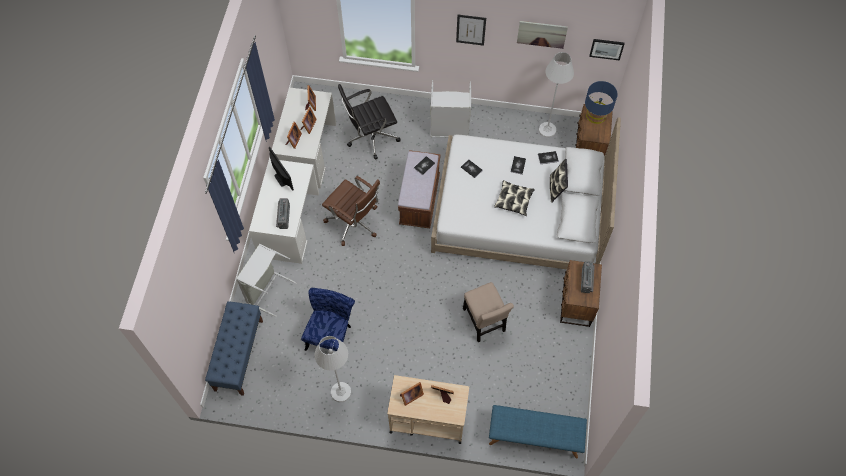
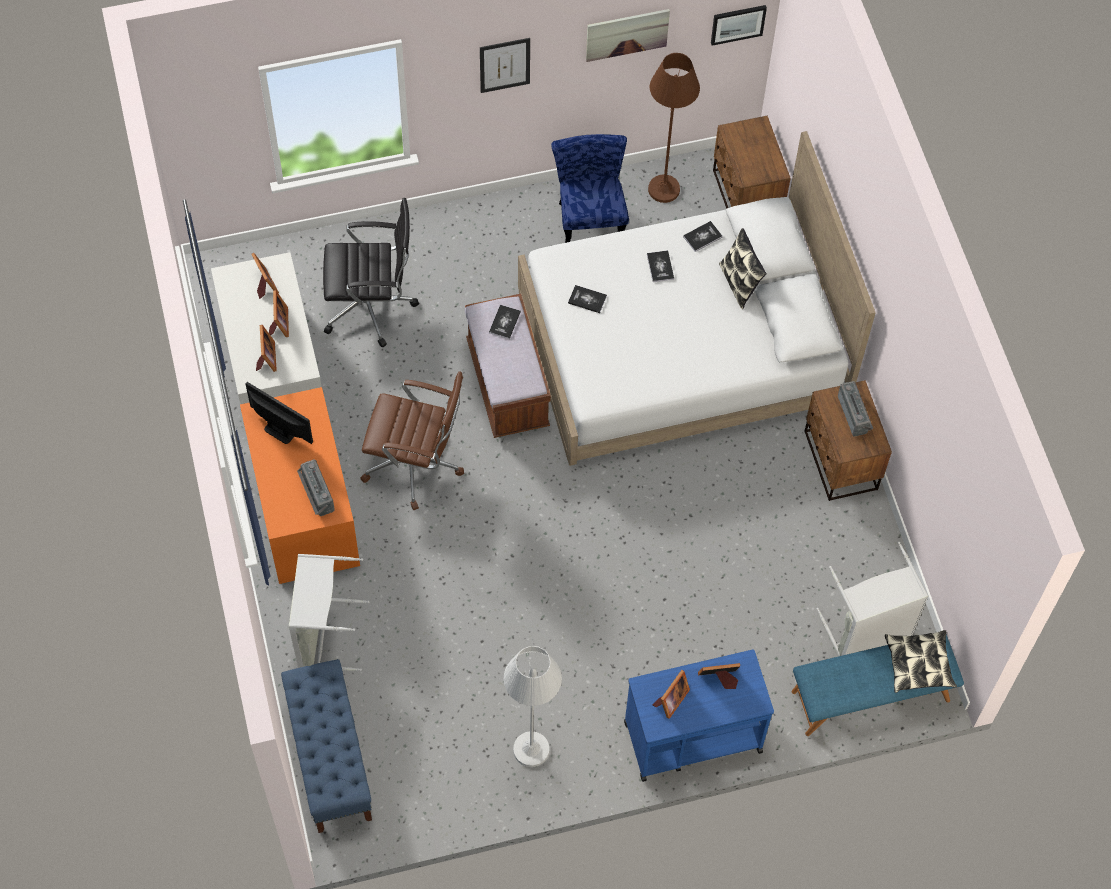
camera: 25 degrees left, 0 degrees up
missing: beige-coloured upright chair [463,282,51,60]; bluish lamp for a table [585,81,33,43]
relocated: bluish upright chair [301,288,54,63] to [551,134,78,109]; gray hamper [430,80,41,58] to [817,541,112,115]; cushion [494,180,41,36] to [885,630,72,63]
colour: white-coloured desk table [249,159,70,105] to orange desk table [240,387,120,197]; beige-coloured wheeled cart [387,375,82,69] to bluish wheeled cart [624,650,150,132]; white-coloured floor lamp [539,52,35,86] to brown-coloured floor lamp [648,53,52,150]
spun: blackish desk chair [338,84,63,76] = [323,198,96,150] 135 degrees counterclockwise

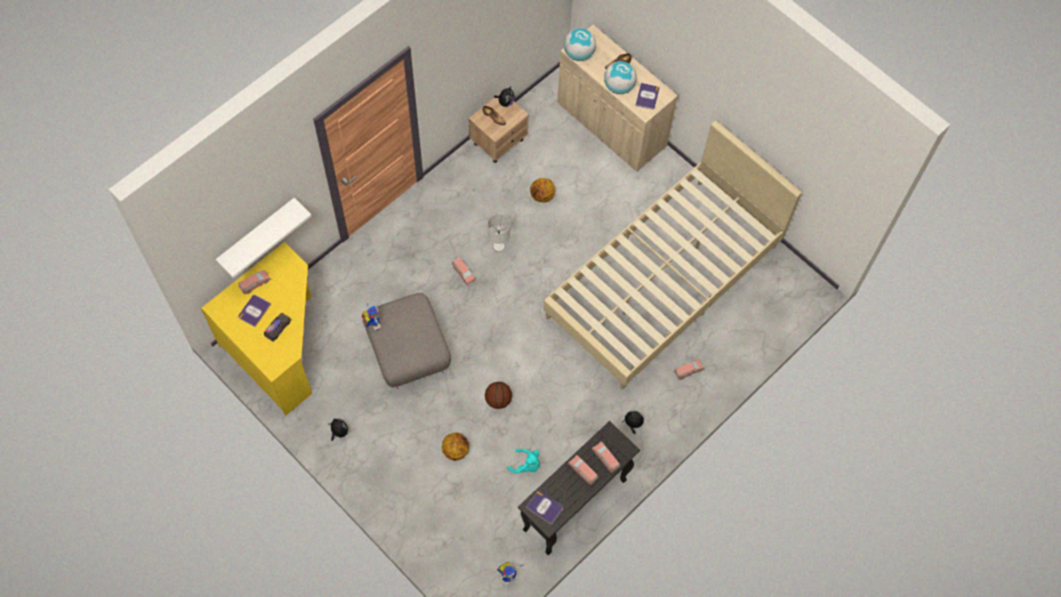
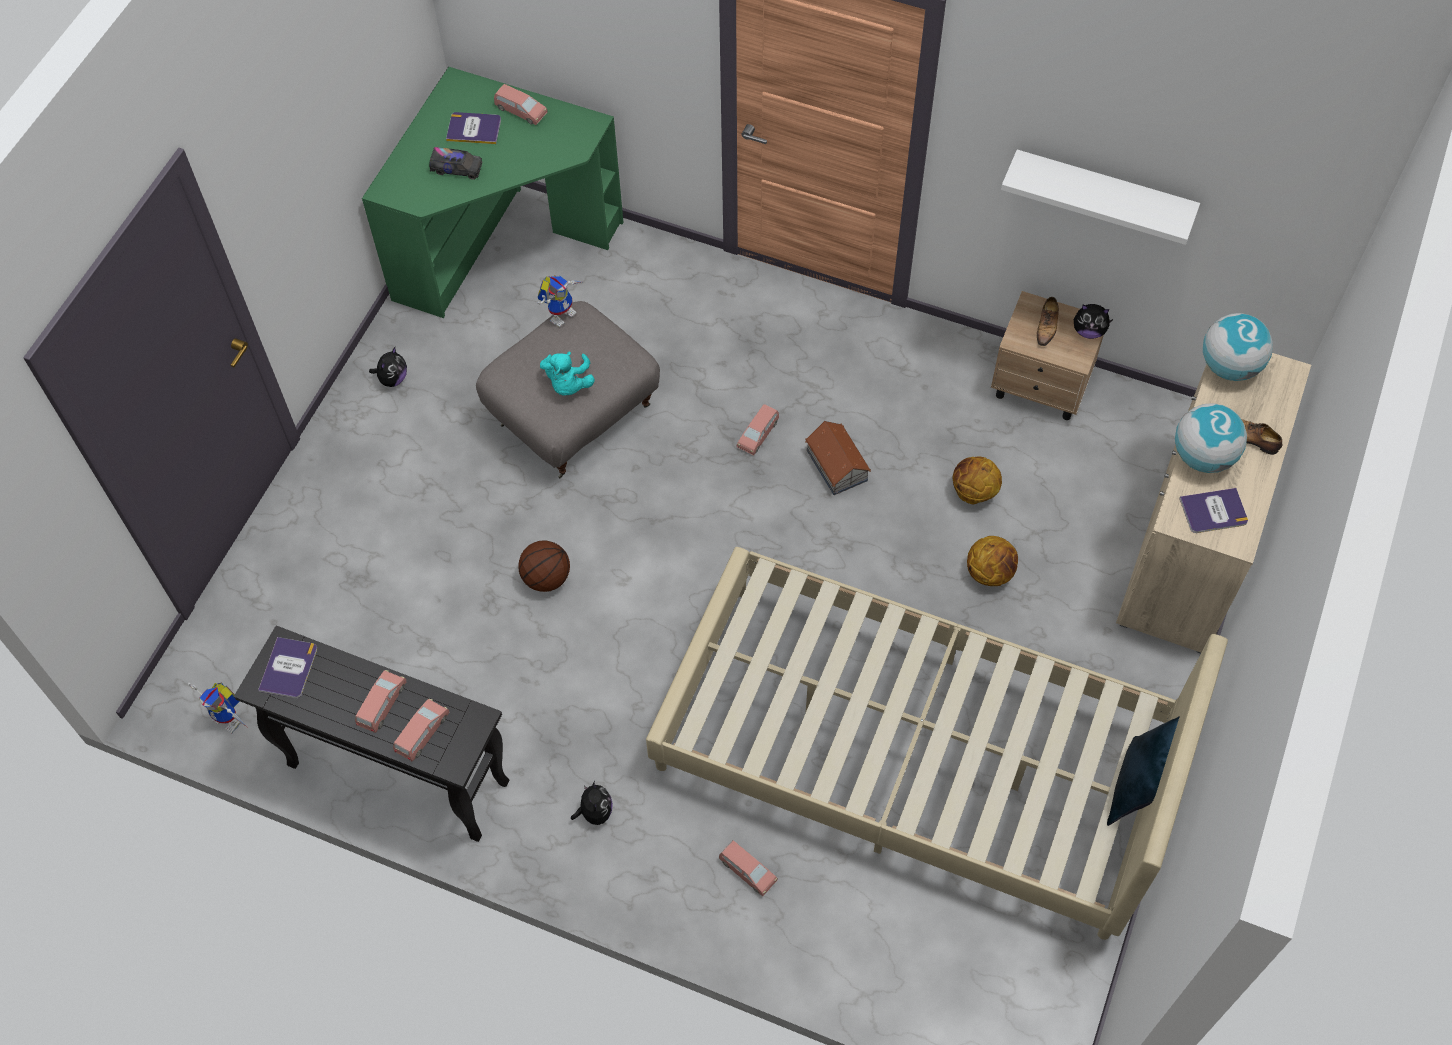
camera: 70 degrees right, 5 degrees down
appeared: bluish cushion [1107,716,73,110]
relocated: turquoise cuddly toy [508,449,32,24] to [540,352,55,44]; basketball [442,433,27,28] to [967,536,51,50]; white-coloured wall shelf [216,198,96,80] to [1001,150,199,95]
exchanged: white-coloured lamp for a table [488,214,22,37] to miniature house [805,421,66,74]
colour: yellowish desk table [201,242,111,174] to greenish desk table [362,67,261,251]

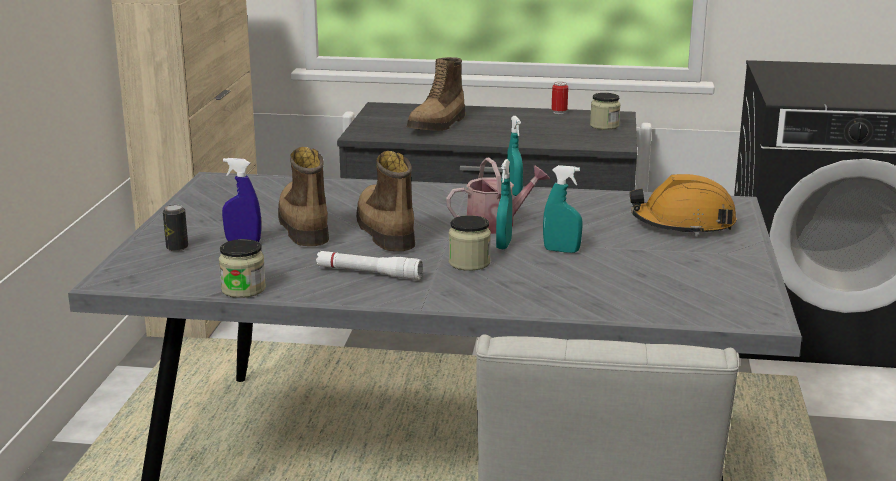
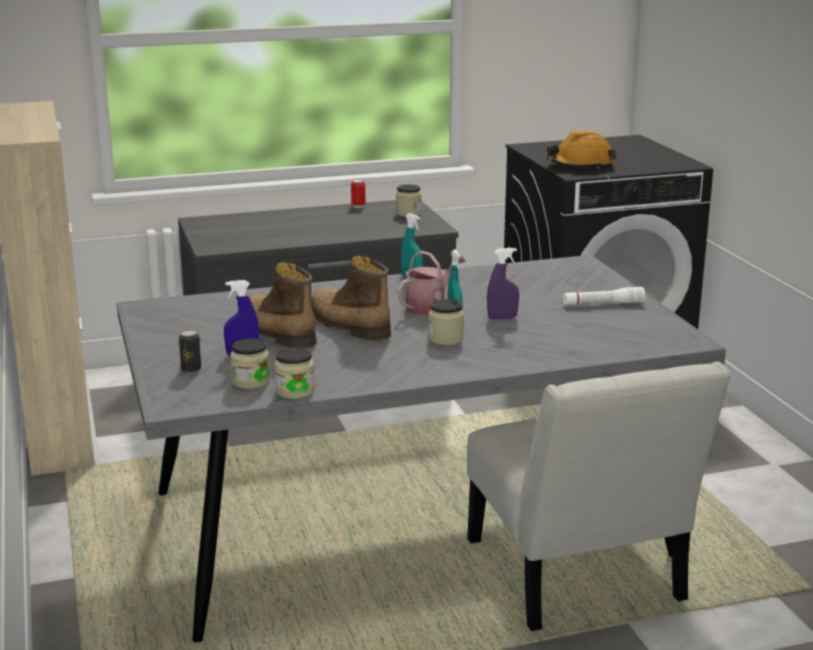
camera: 25 degrees left, 0 degrees up
missing: tall boot [407,57,58,74]
appeared: storage jar [230,338,40,51]
relocated: orange hard hat [630,174,106,62] to [547,130,69,39]; white-coloured torch [316,251,107,29] to [563,287,82,18]
colour: turquoise spray bottle [543,165,40,88] to purple-coloured spray bottle [487,248,32,71]

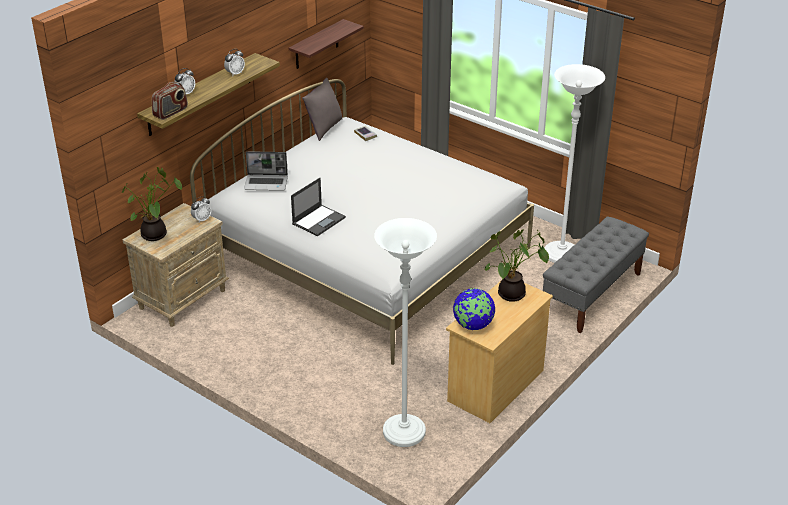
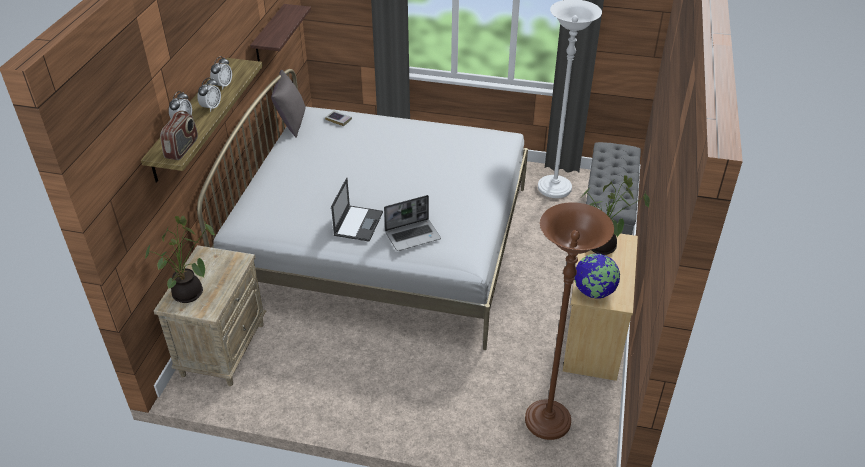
camera: 25 degrees left, 5 degrees up
relocated: bedside clock [191,196,20,27] to [197,78,24,34]; laptop [244,151,44,40] to [384,195,57,56]
colour: white-coloured floor lamp [374,218,63,229] to brown-coloured floor lamp [525,202,89,238]

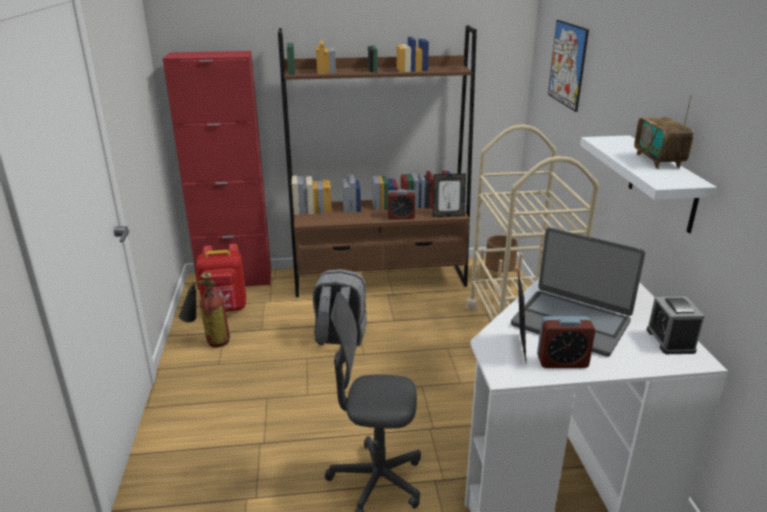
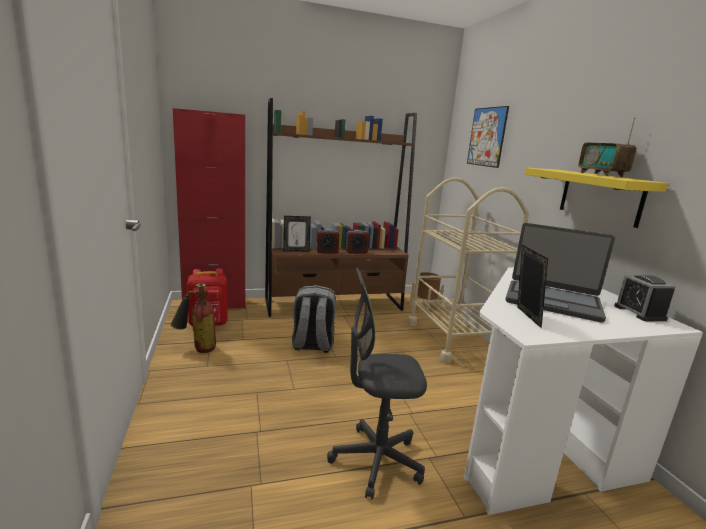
camera: 10 degrees left, 10 degrees down
relocated: photo frame [433,173,33,44] to [283,216,28,36]; bedside clock [537,316,59,52] to [317,229,23,25]
colour: white-coloured wall shelf [580,135,137,98] to yellowish wall shelf [525,168,143,60]

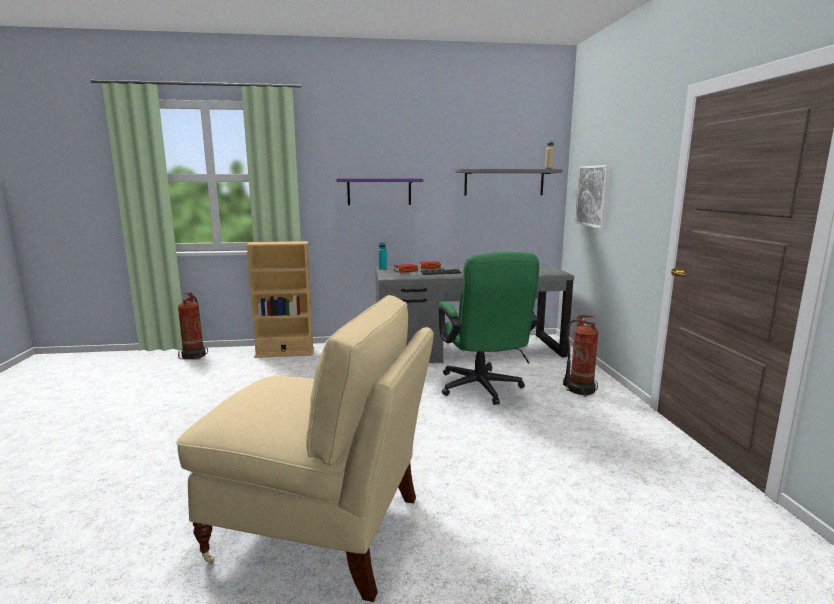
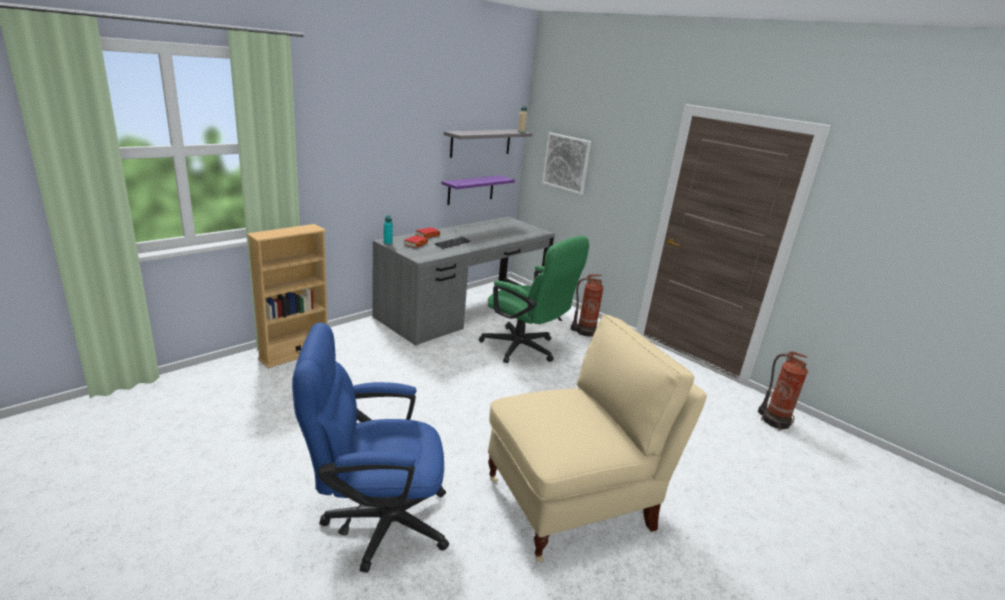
camera: 40 degrees left, 10 degrees up
appeared: bluish desk chair [292,323,157,250]
relocated: purple-coloured wall shelf [336,179,88,26] to [441,175,74,30]; extinguisher [178,292,30,68] to [758,351,50,80]

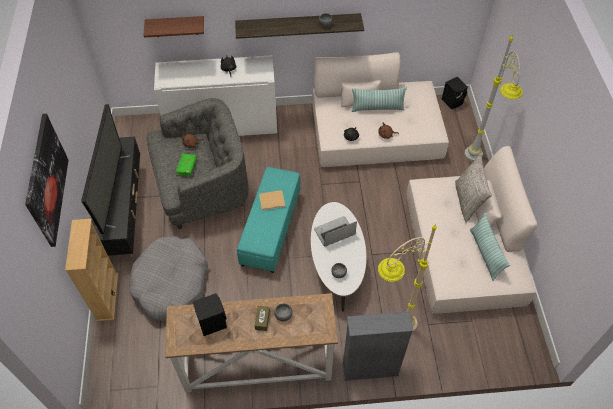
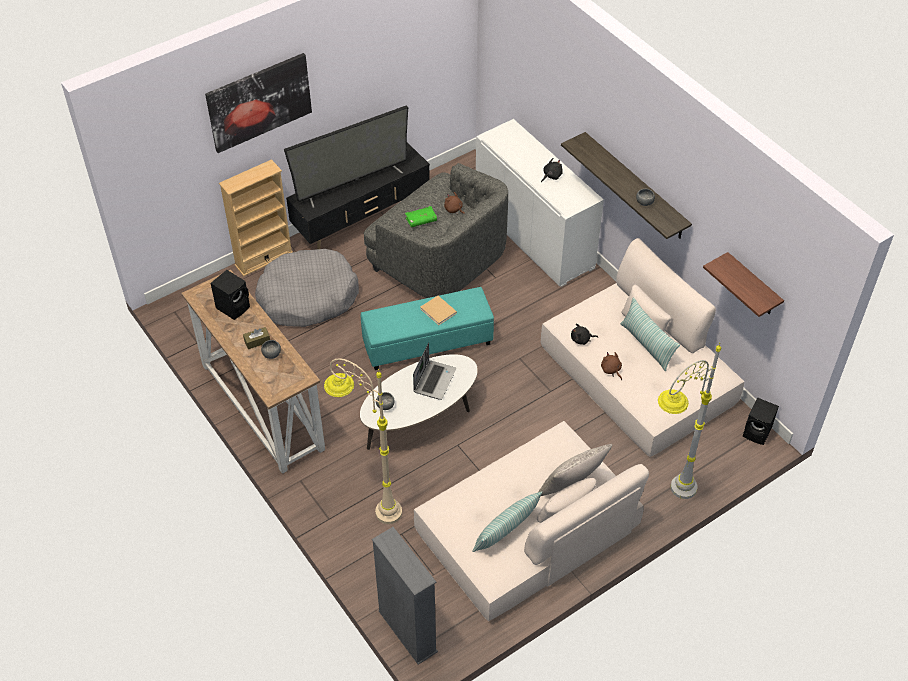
camera: 60 degrees right, 5 degrees down
relocated: gray shelving unit [342,311,72,70] to [372,527,66,138]; wall shelf [143,16,61,22] to [703,252,81,65]
spun: laptop [314,216,43,31] = [413,343,43,57] 75 degrees clockwise

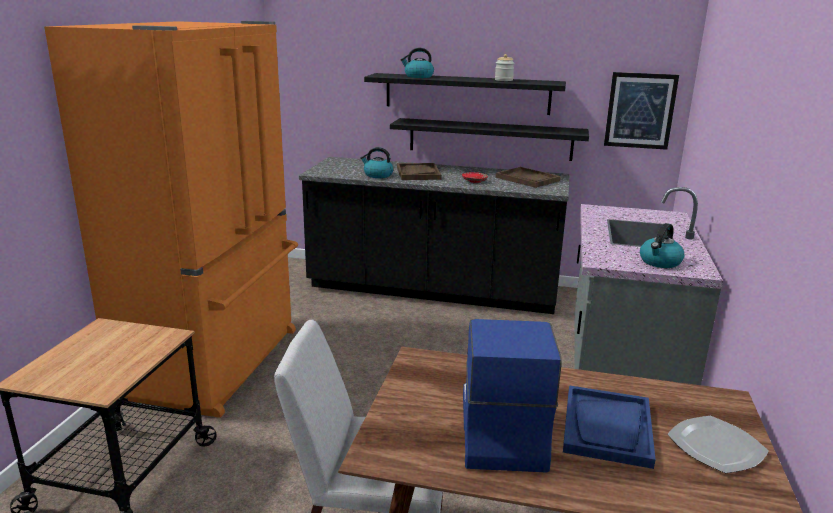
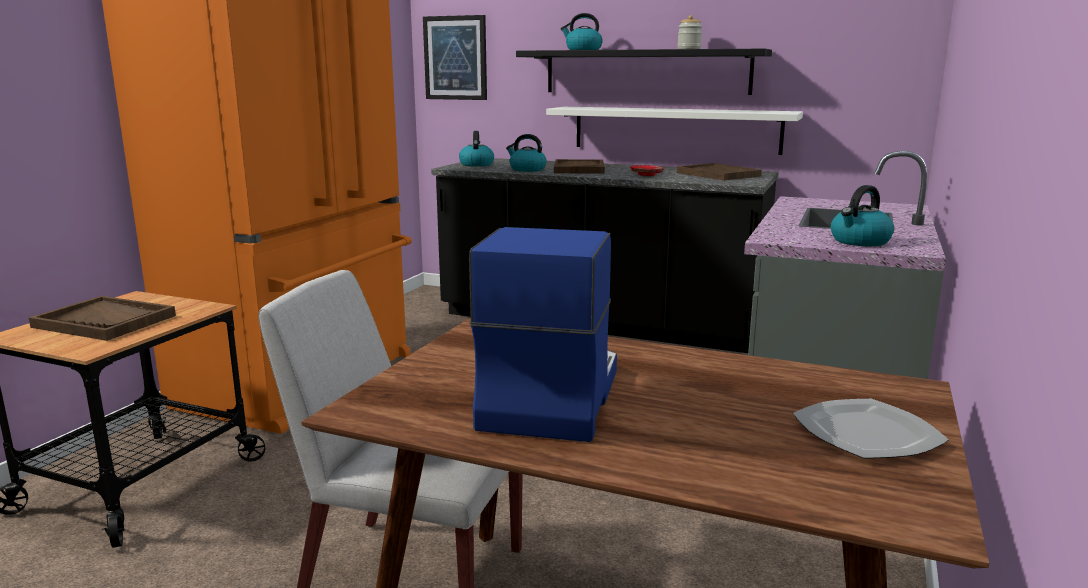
camera: 10 degrees right, 5 degrees down
missing: bluish carrying tray [563,385,93,84]
appeared: brown-coloured carrying tray [29,296,147,45]; water kettle [459,131,35,36]
relocated: wall picture [604,72,75,78] to [423,15,64,85]
colour: blackish wall shelf [390,118,199,43] to white-coloured wall shelf [546,107,257,48]

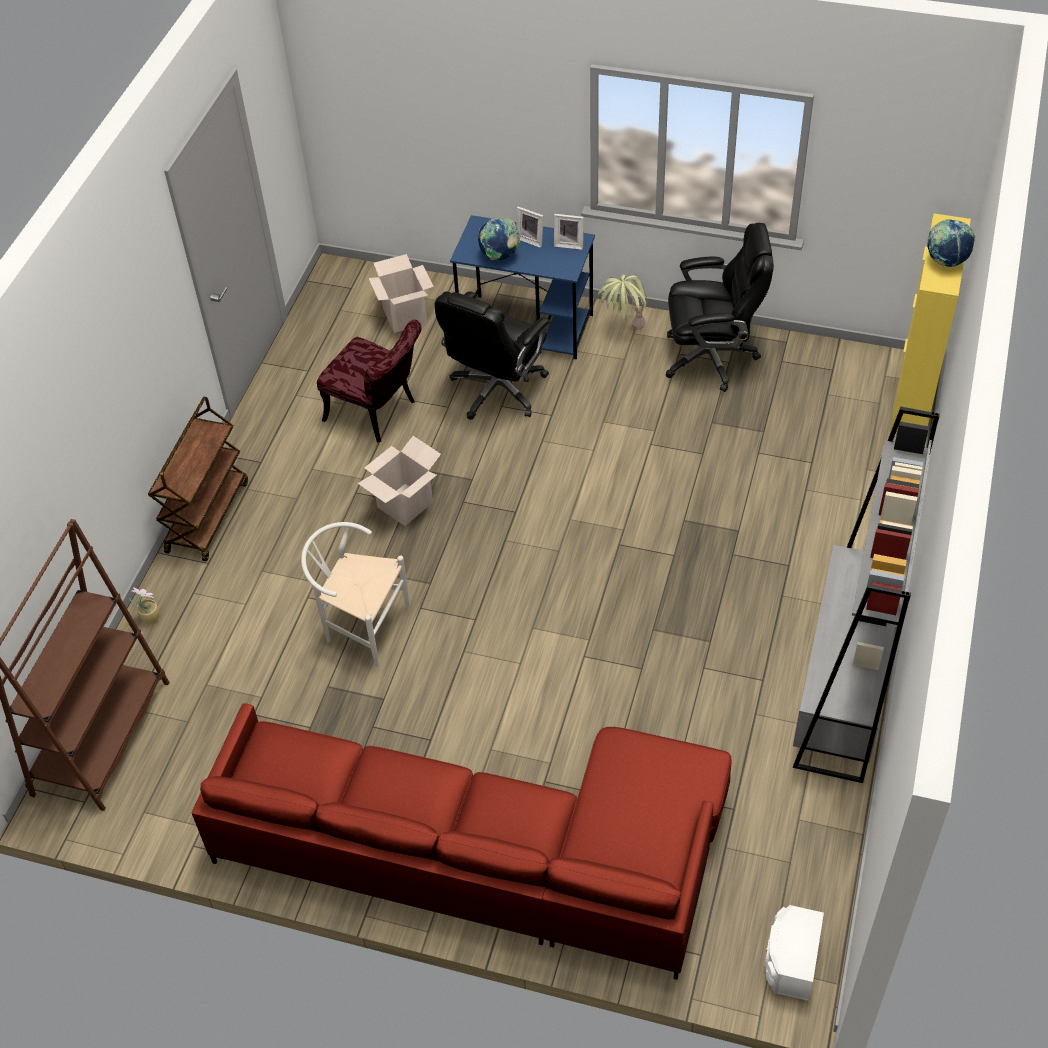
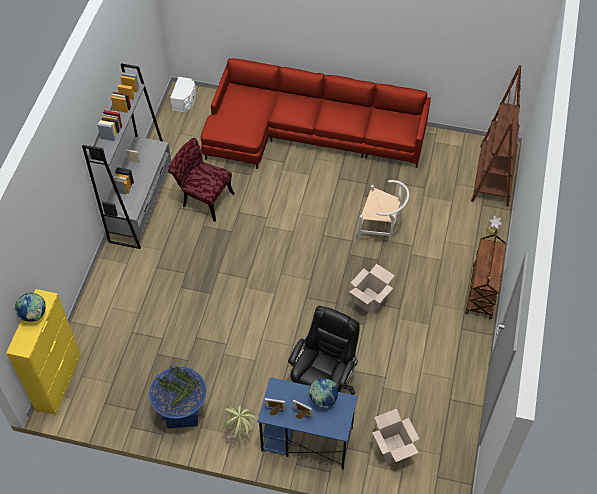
camera: 175 degrees right, 5 degrees up
relocated: red upright chair [317,320,105,123] to [168,138,67,84]
exchanged: blackish desk chair [666,223,108,169] to bluish plant pot [149,366,58,62]

